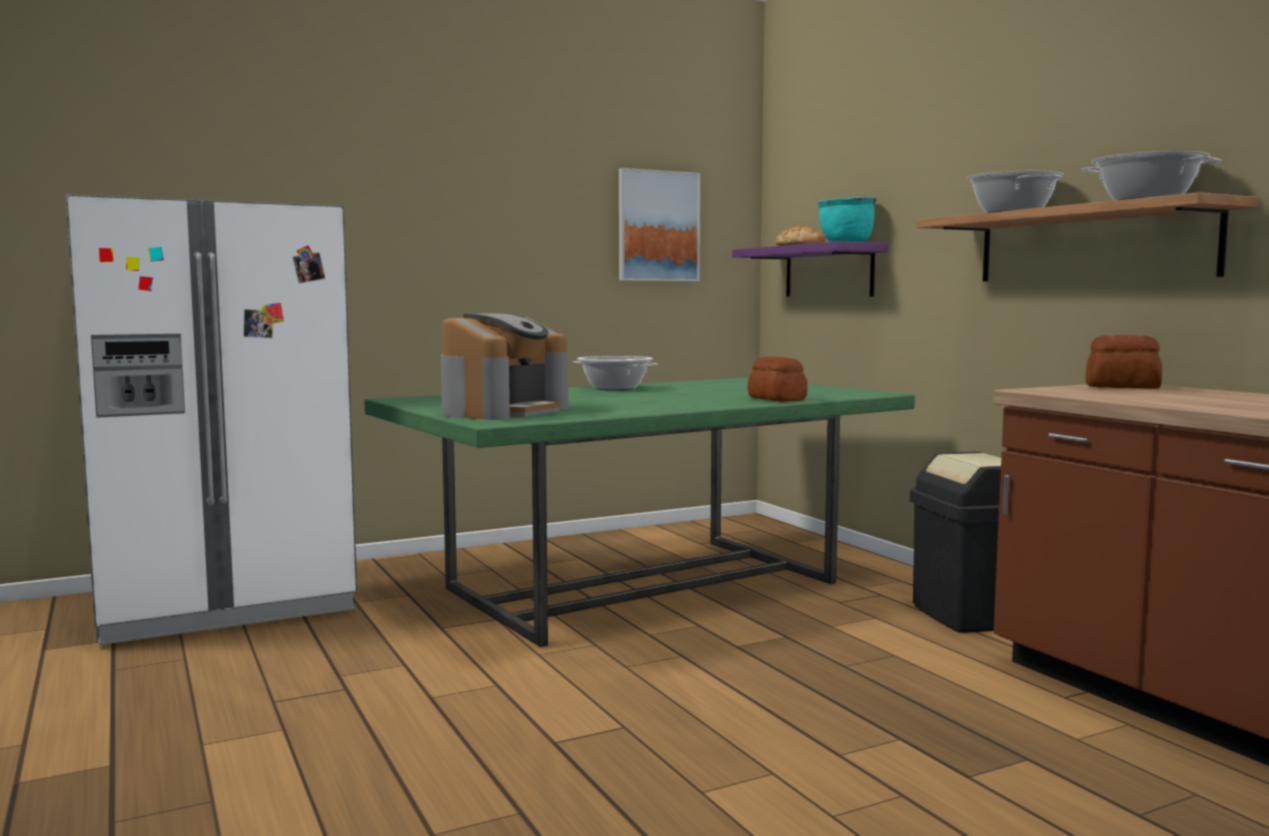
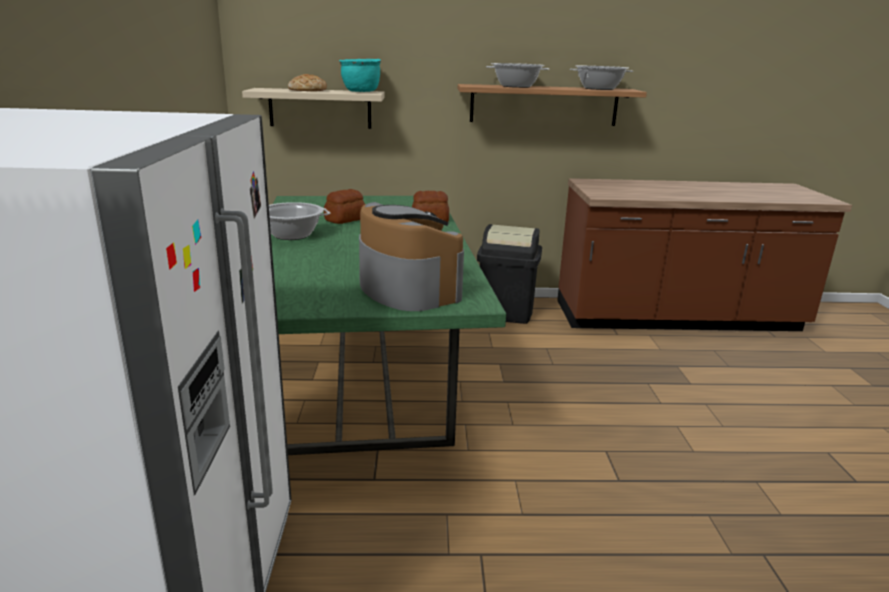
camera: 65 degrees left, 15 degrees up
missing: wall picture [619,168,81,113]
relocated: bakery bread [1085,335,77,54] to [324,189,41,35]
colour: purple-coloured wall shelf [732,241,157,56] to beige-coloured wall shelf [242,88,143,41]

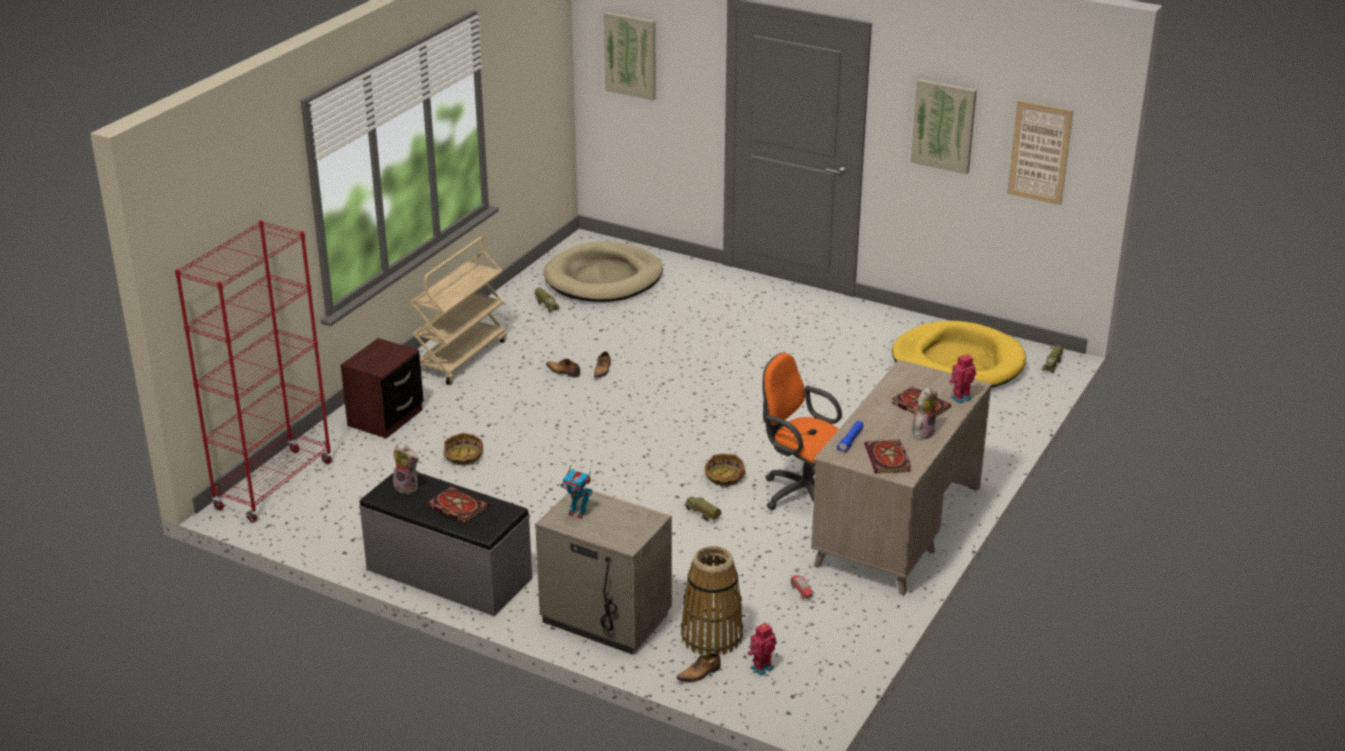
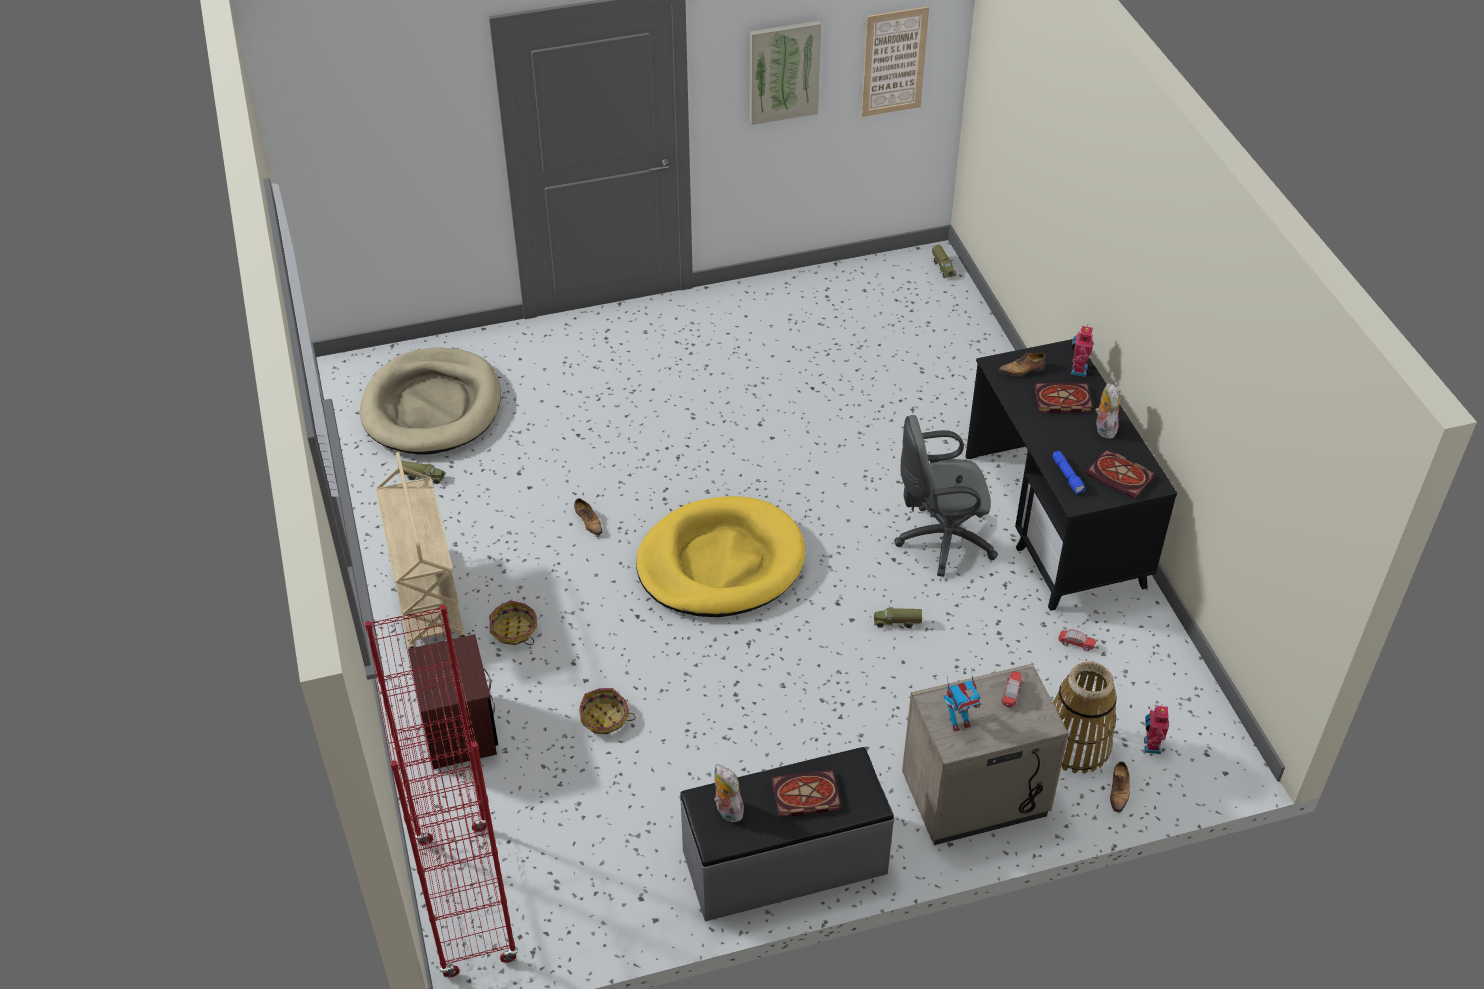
camera: 45 degrees left, 15 degrees up
missing: wall picture [604,12,52,89]
appeared: miniature car [1002,671,22,37]
relocated: basket [705,453,41,35] to [489,600,49,45]; yellowish dog cushion [892,321,134,67] to [636,496,169,121]; low shoe [546,359,34,19] to [998,353,48,23]
colour: orange desk chair [763,352,79,158] to gray desk chair [894,415,104,162]; beige-coloured desk table [811,360,181,235] to blackish desk table [965,339,212,272]
spun: cuddly toy [393,443,26,51] = [714,764,30,59] 105 degrees counterclockwise

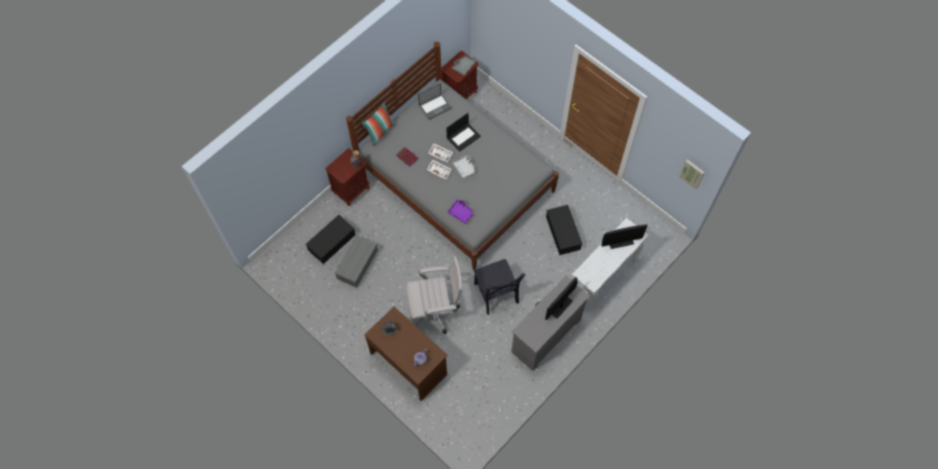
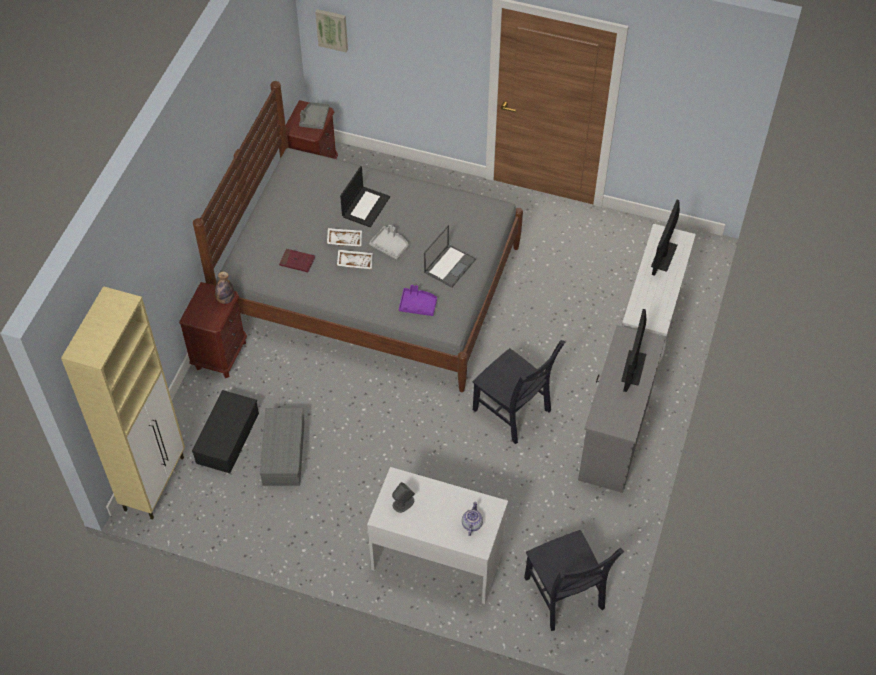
camera: 25 degrees left, 10 degrees down
missing: cushion [362,102,33,44]; white-coloured desk chair [406,256,57,78]; blackish storage box [546,205,36,50]
appeared: beige-coloured cabinet [61,286,124,234]; blackish upright chair [524,530,100,101]
relocated: wall picture [679,159,26,30] to [315,9,33,44]; laptop [418,83,33,37] to [424,225,52,63]
colour: brown-coloured desk table [365,307,83,94] to white-coloured desk table [367,467,141,137]
spun: computer screen [601,224,46,25] = [651,200,29,75] 150 degrees clockwise

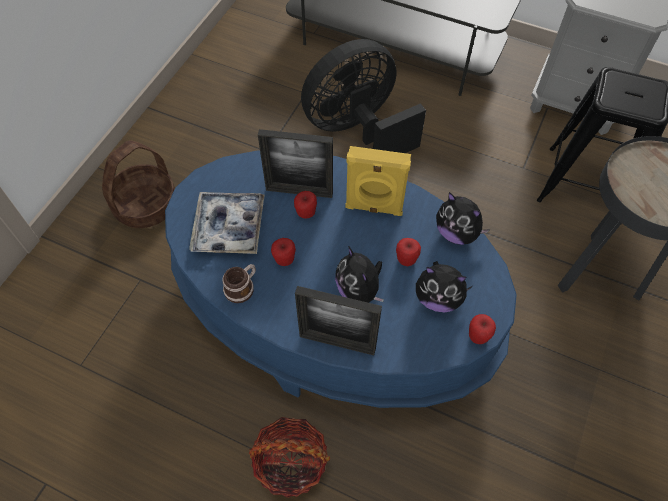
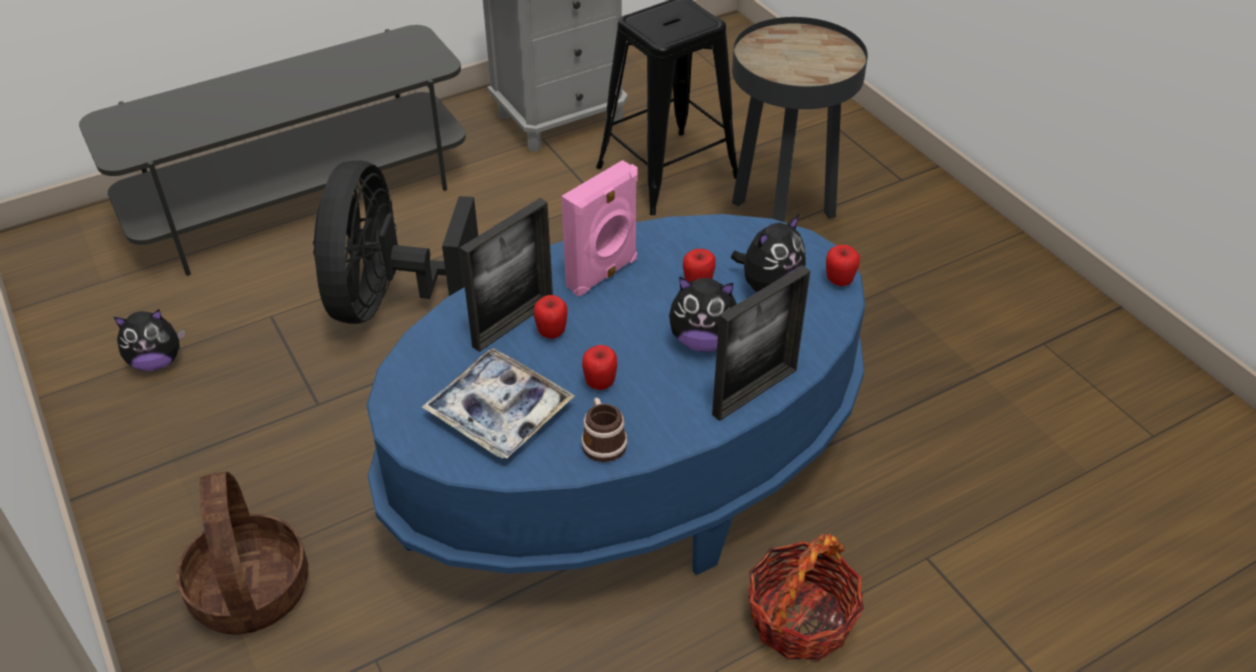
camera: 55 degrees left, 15 degrees down
relocated: cuddly toy [436,192,54,53] to [114,309,71,62]
colour: yellowish loudspeaker [345,146,66,70] to pink-coloured loudspeaker [561,160,77,137]

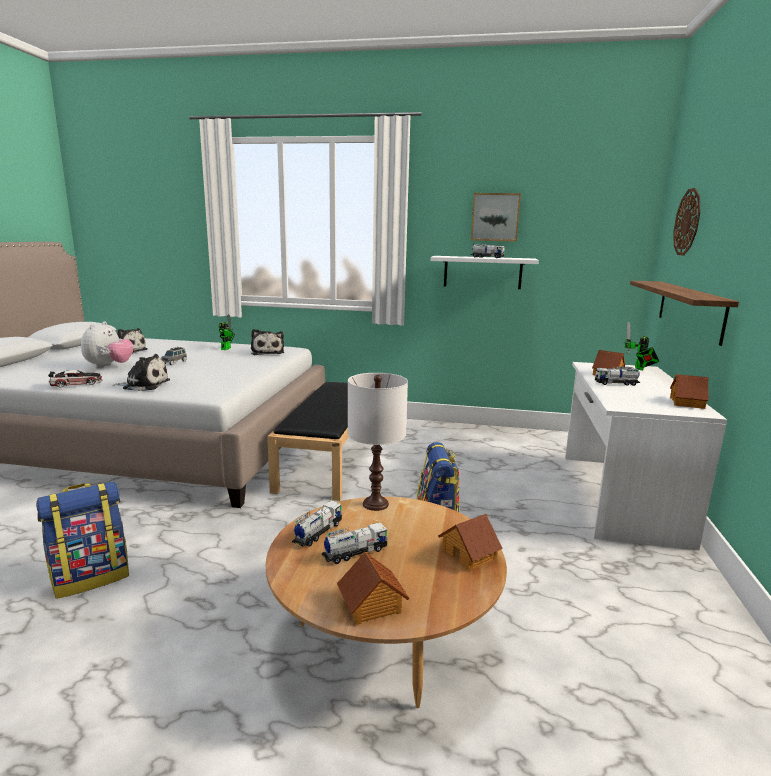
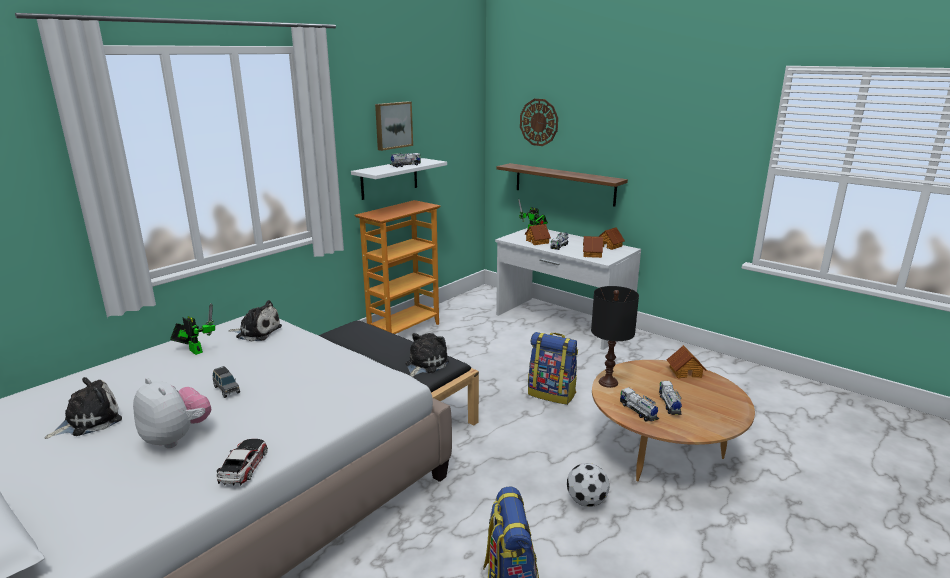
camera: 60 degrees left, 5 degrees up
appeared: shelving unit [355,200,86,134]; football ball [567,463,43,44]
relocated: cuddly toy [113,354,57,37] to [406,333,43,44]; miniature house [337,552,72,73] to [583,236,20,22]
colour: white-coloured lamp for a table [348,373,60,138] to blackish lamp for a table [591,286,48,102]

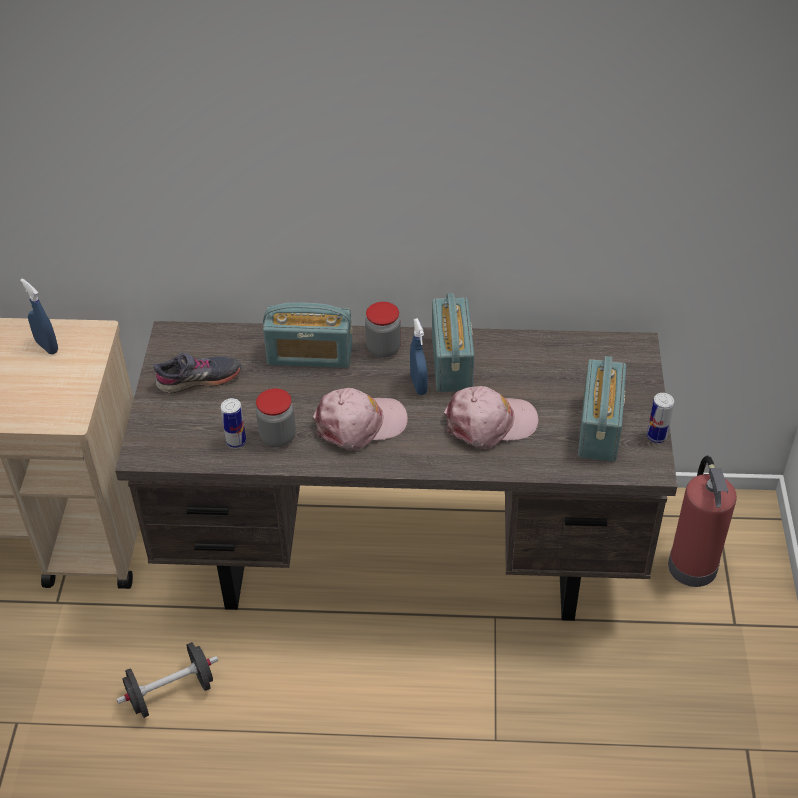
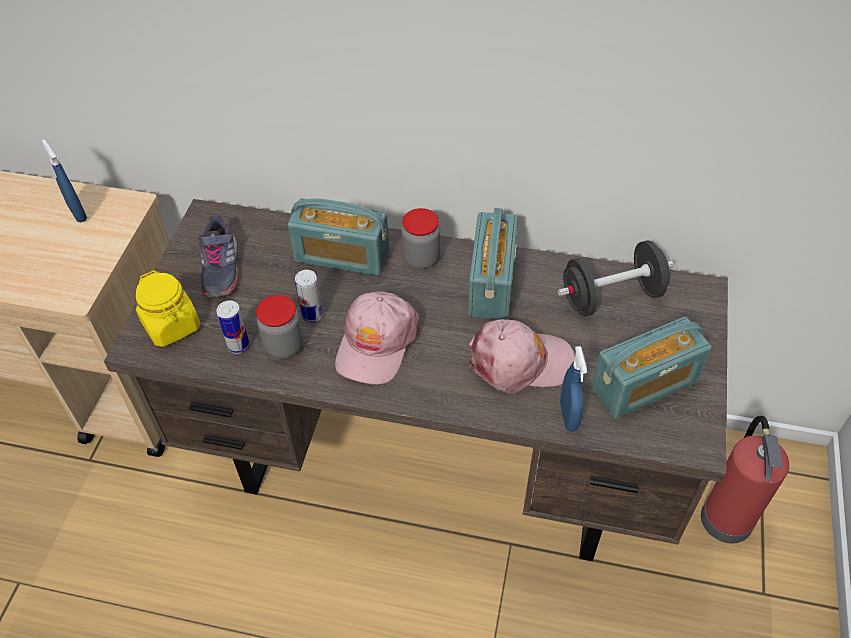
camera: 10 degrees right, 5 degrees up
appeared: yellowish storage jar [136,270,64,77]
relocated: can [647,393,27,50] to [295,270,28,53]; blackish hand weight [117,642,101,76] to [558,240,116,76]; bluish spray bottle [410,318,18,77] to [560,346,27,86]
spun: gray low shoe [153,352,88,41] = [199,214,40,84] 90 degrees clockwise; pink-coloured peaked cap [312,388,96,62] = [335,291,85,94] 120 degrees clockwise; radio [578,356,48,106] = [592,317,120,101] 45 degrees clockwise

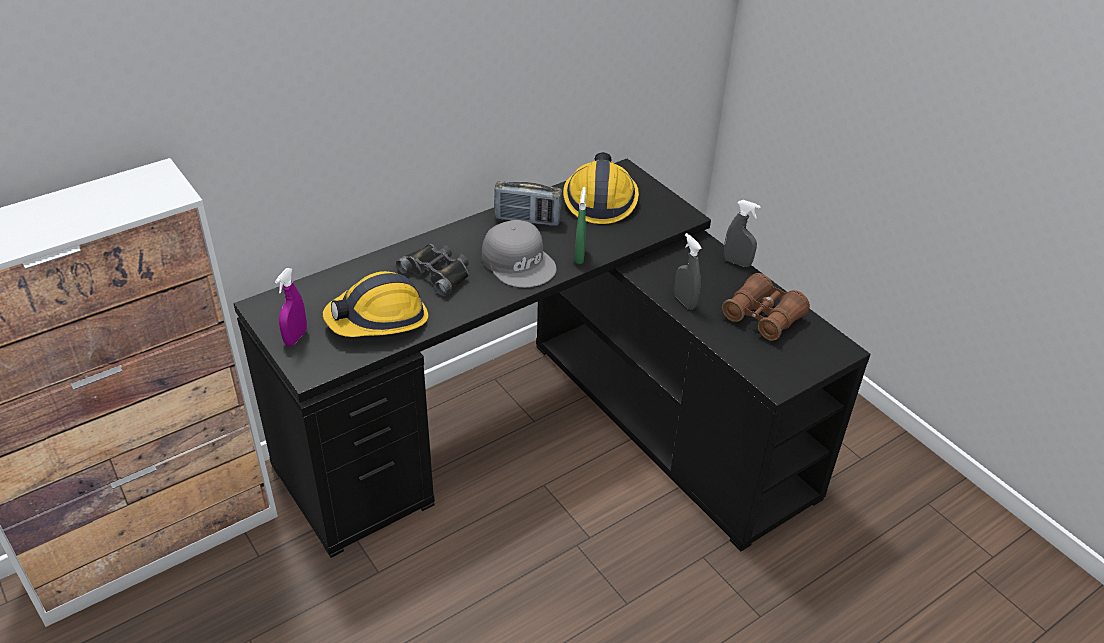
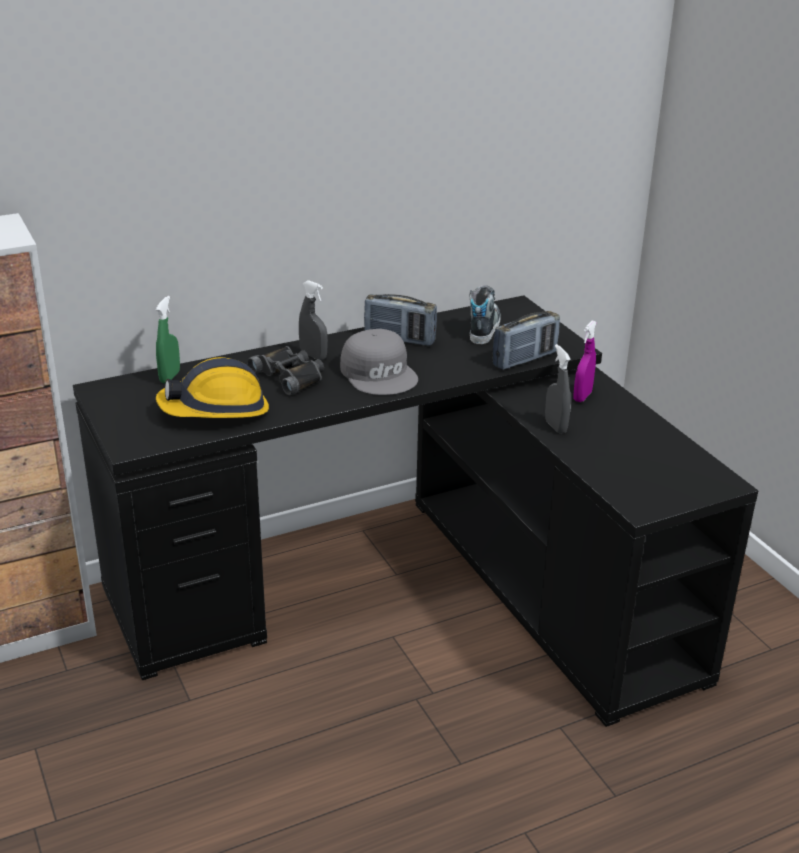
camera: 10 degrees right, 10 degrees down
missing: brown-coloured field glasses [722,273,88,68]
appeared: radio [493,311,67,59]
relocated: greenish spray bottle [574,187,12,77] to [156,296,24,87]; gray spray bottle [724,200,37,67] to [299,280,29,80]; purple-coloured spray bottle [275,268,32,78] to [573,321,23,81]
exchanged: hard hat [563,152,76,72] to low shoe [470,285,31,59]

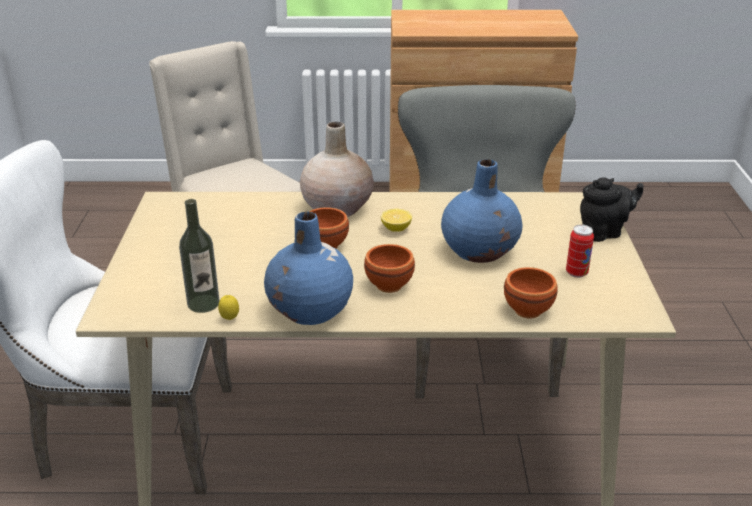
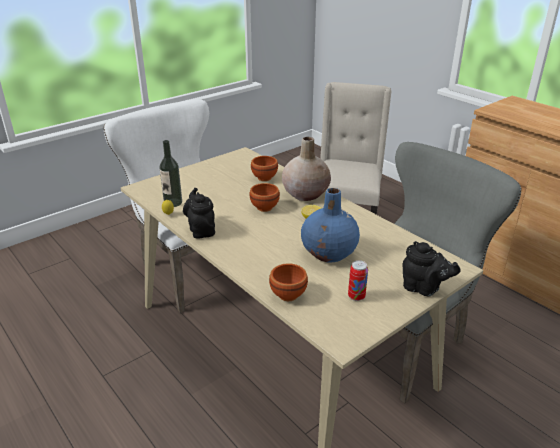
camera: 50 degrees right, 0 degrees up
relocated: brown-coloured deep dish [364,244,51,49] to [251,156,27,25]
exchanged: bluish flower vase [264,212,89,113] to blackish teapot [183,188,32,51]

